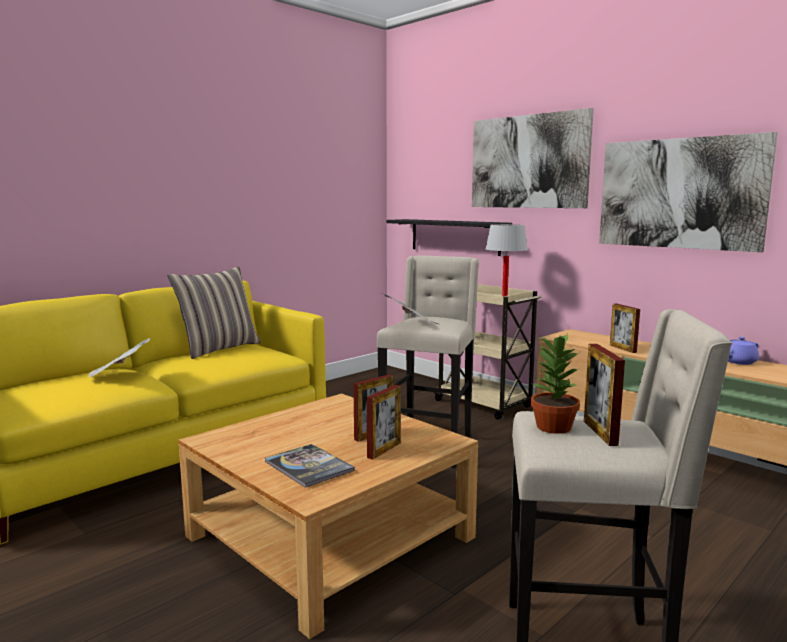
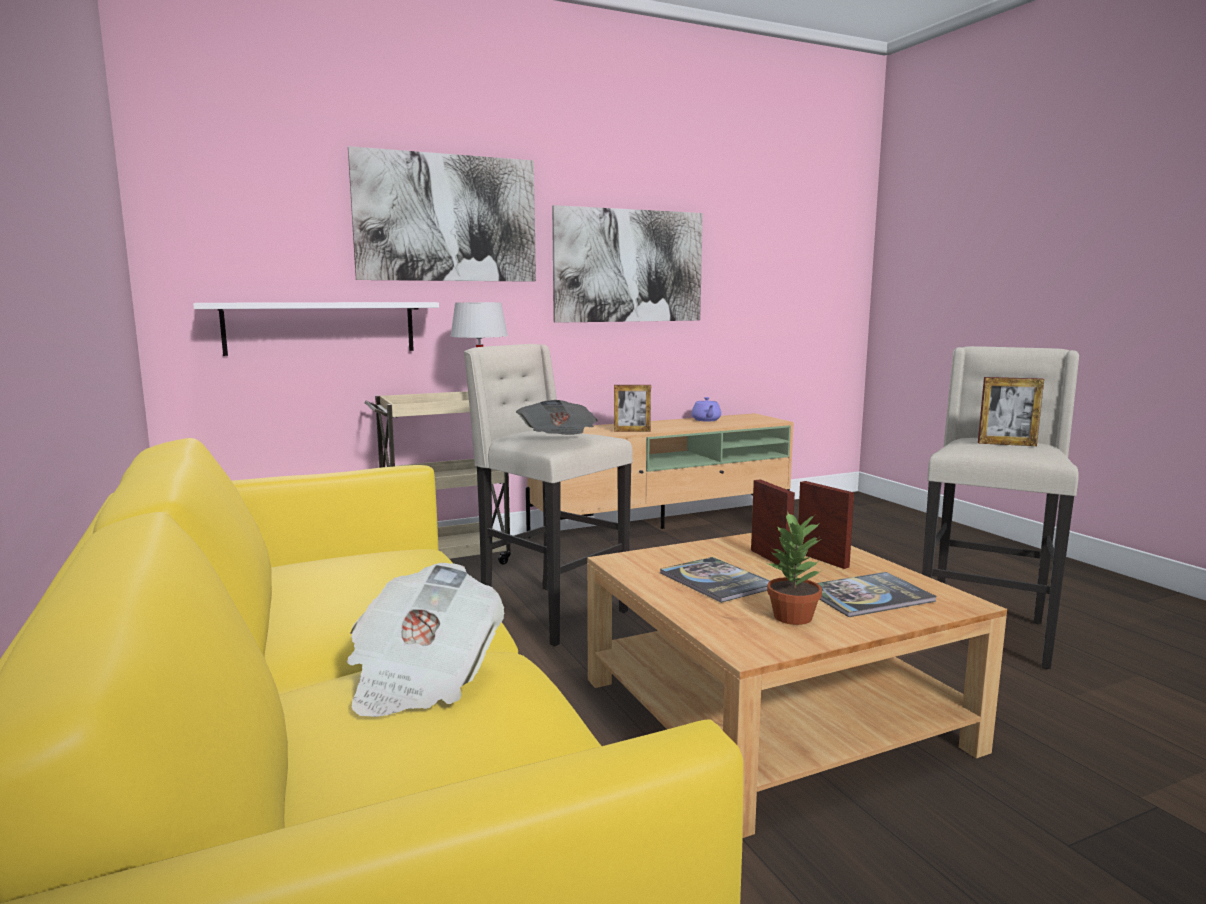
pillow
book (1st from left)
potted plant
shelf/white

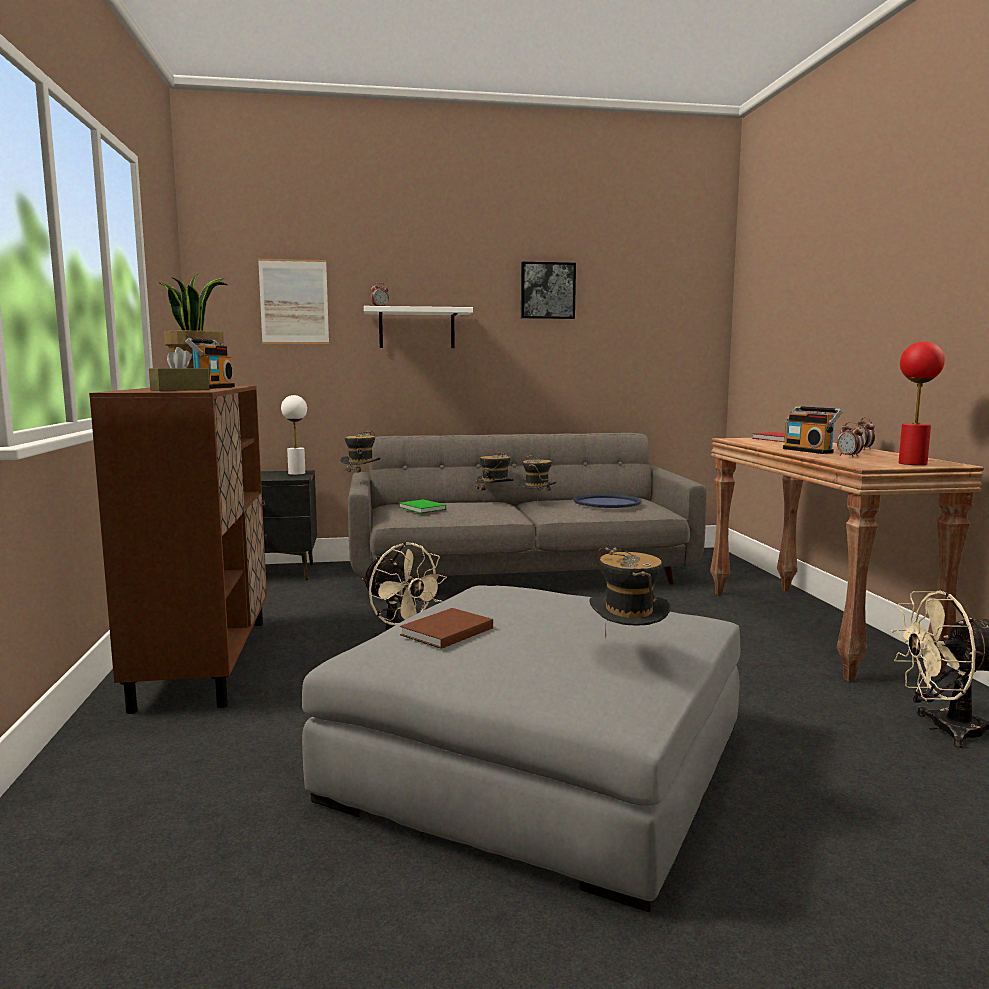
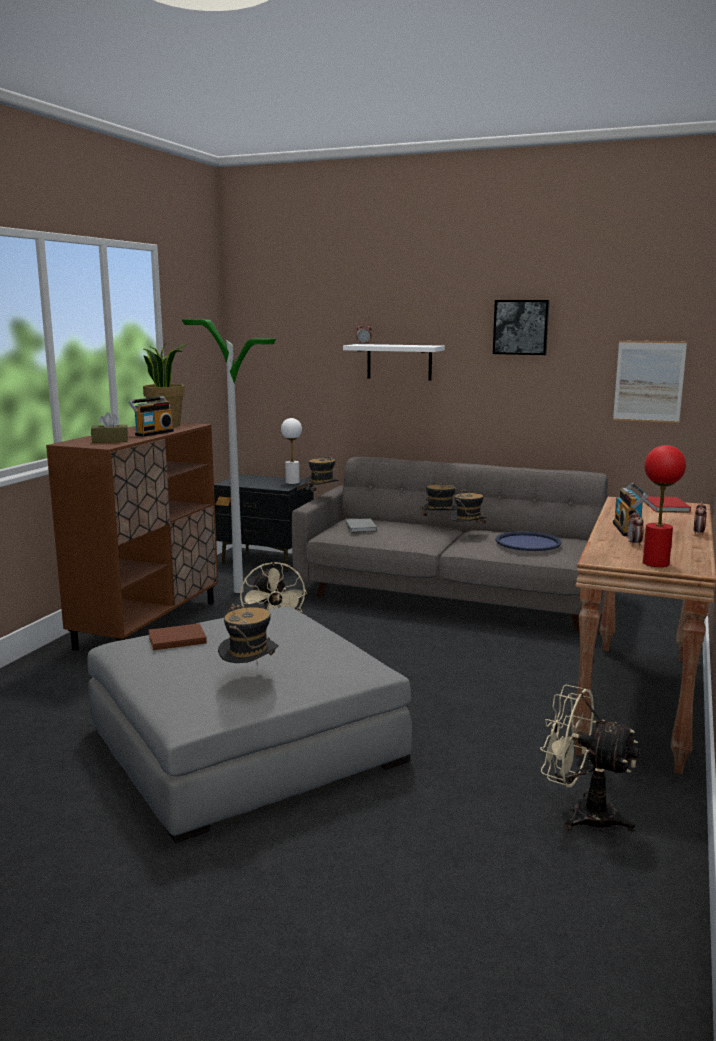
floor lamp
picture (2nd from left)
book/grey

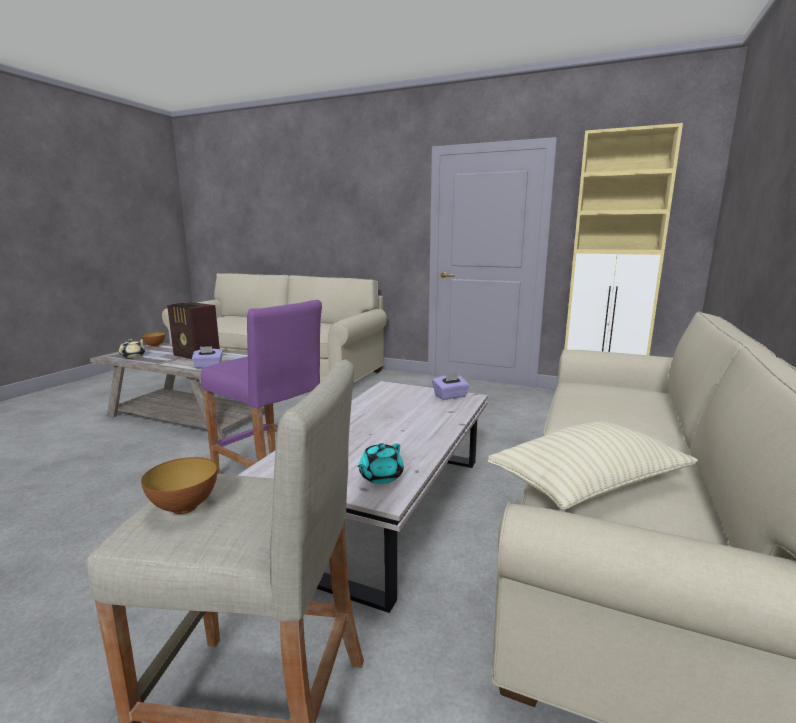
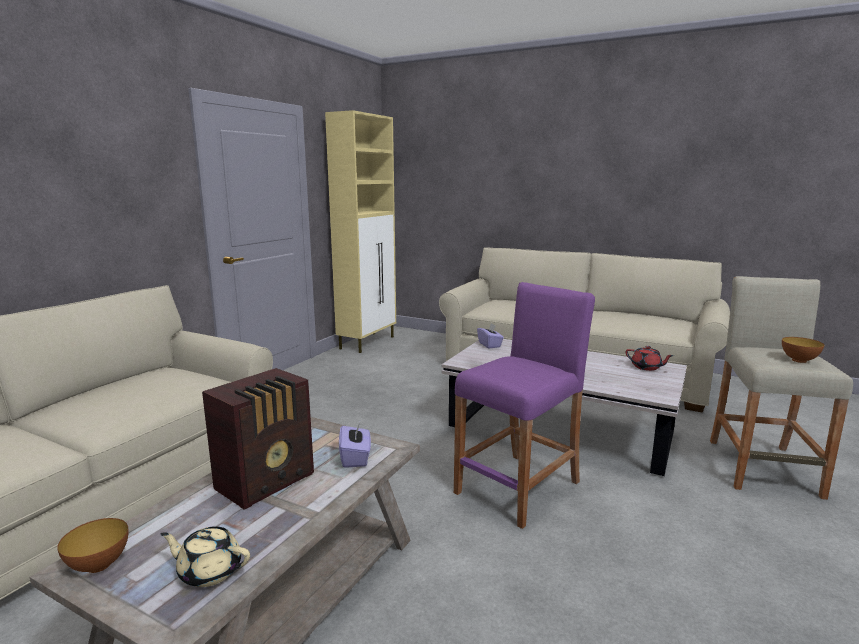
pillow/beige
teapot/red

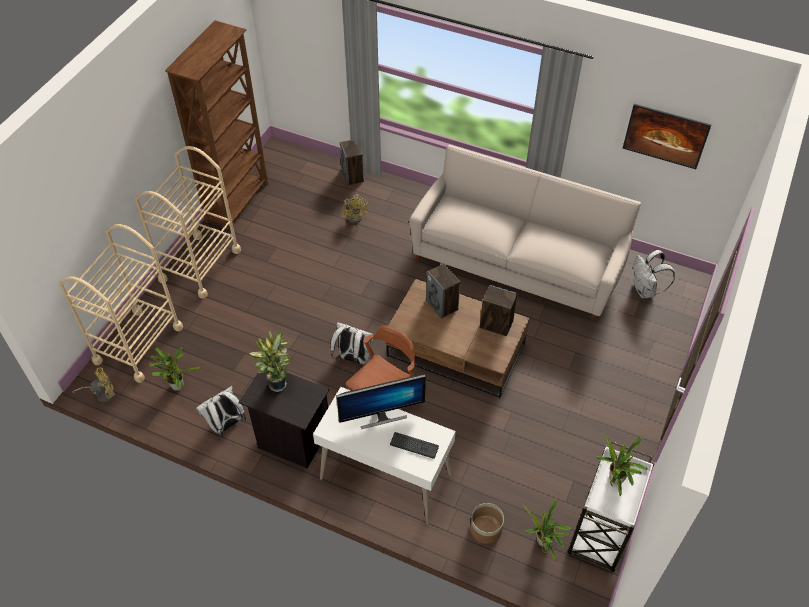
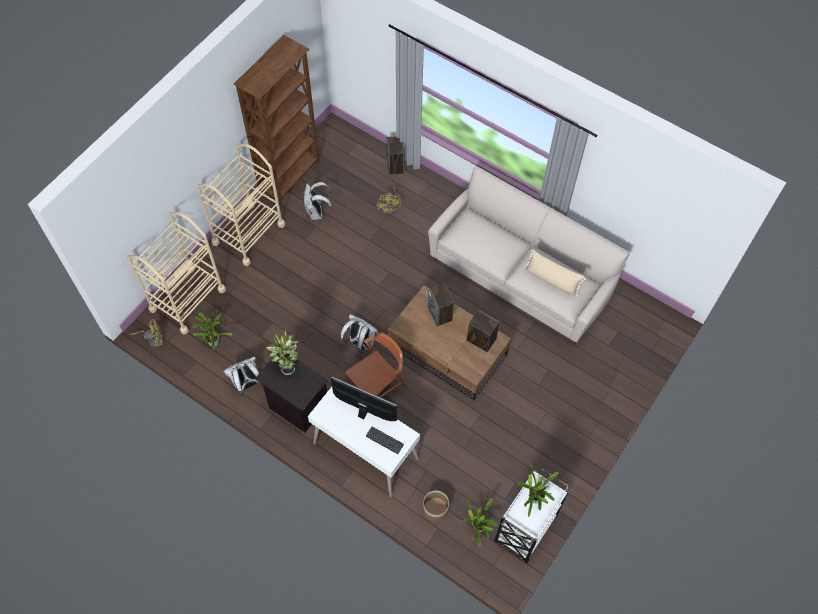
picture
pillow/beige
backpack/white (2nd from left)
monitor

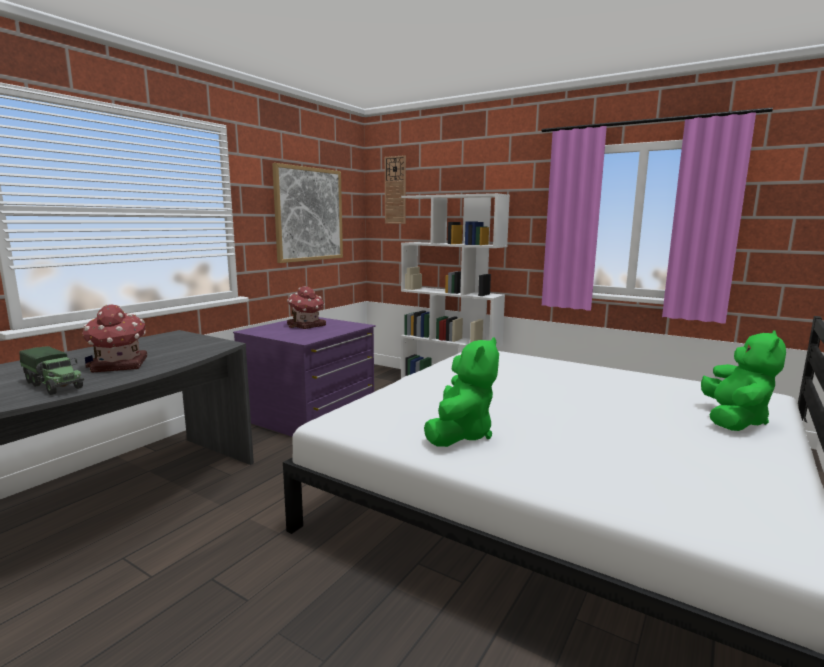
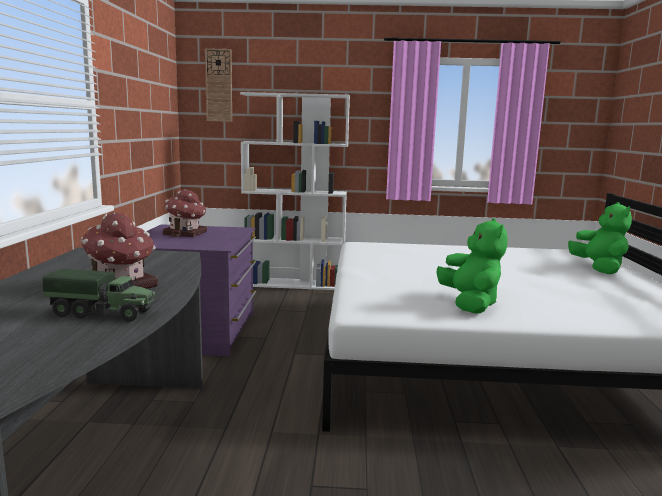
picture

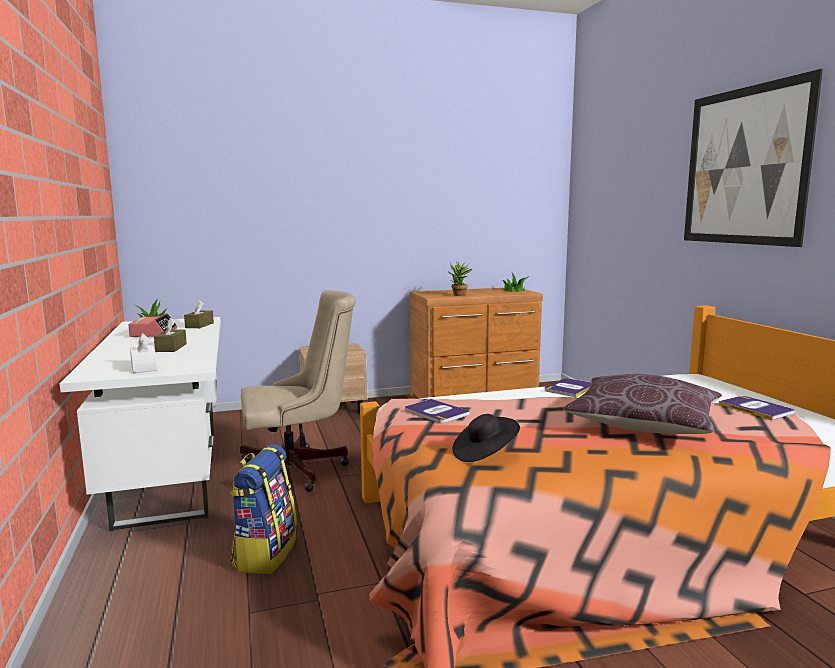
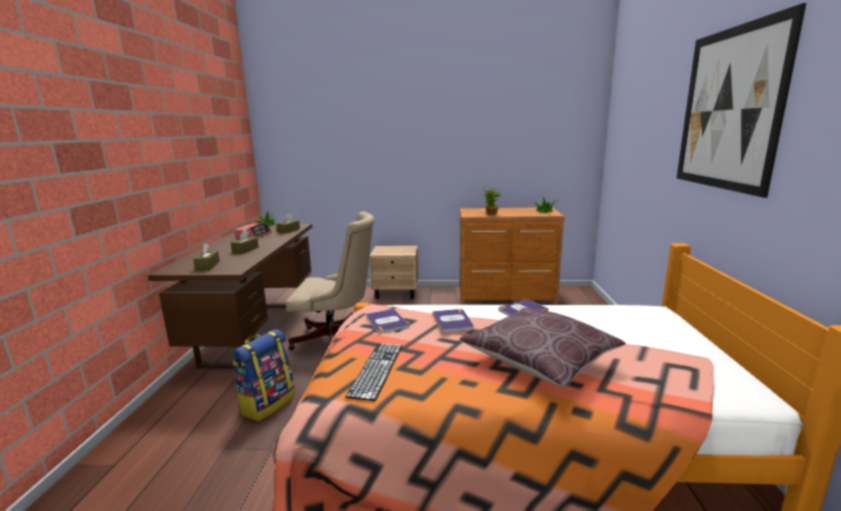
book (2nd from left)
keyboard
desk/brown
tissue box/brown (1st from left)

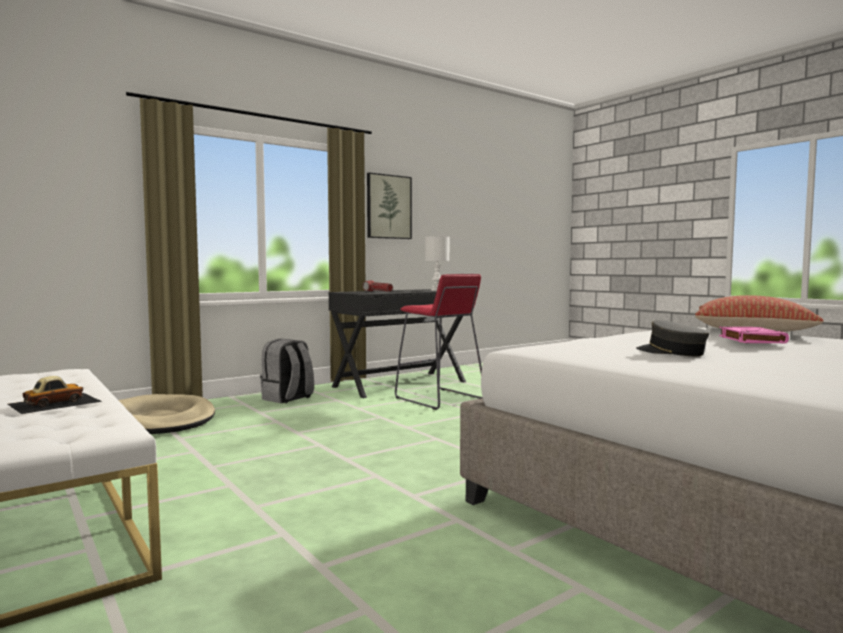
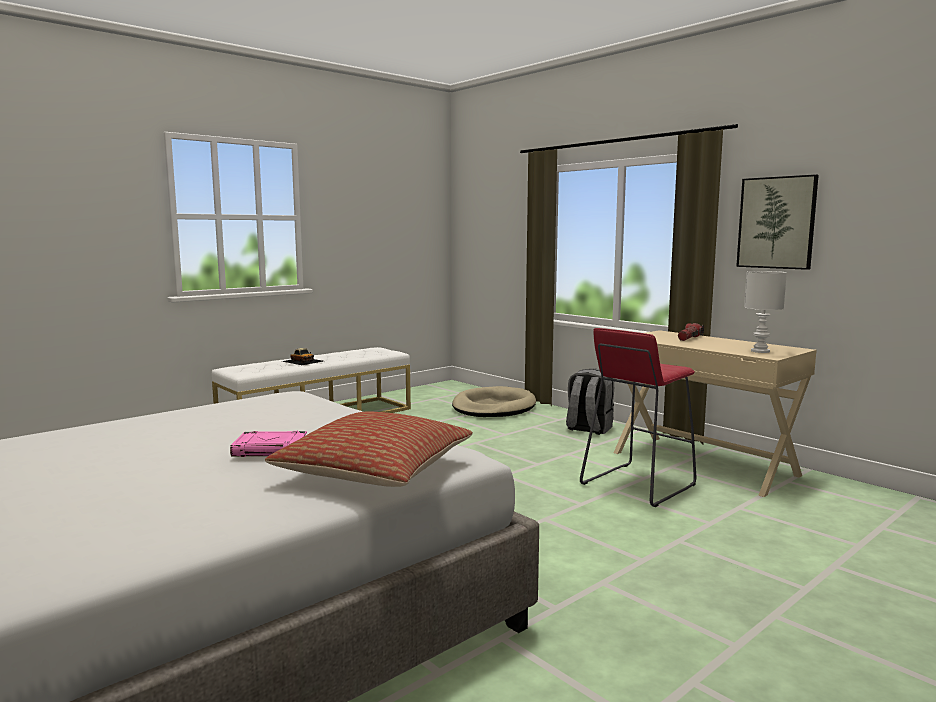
cap/grey
desk/beige

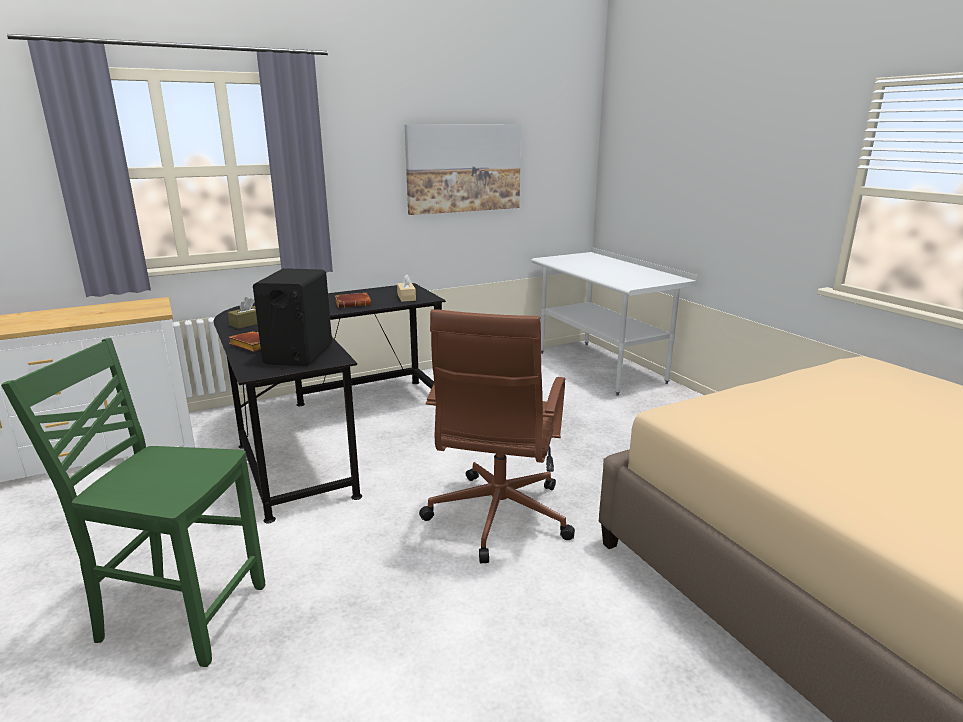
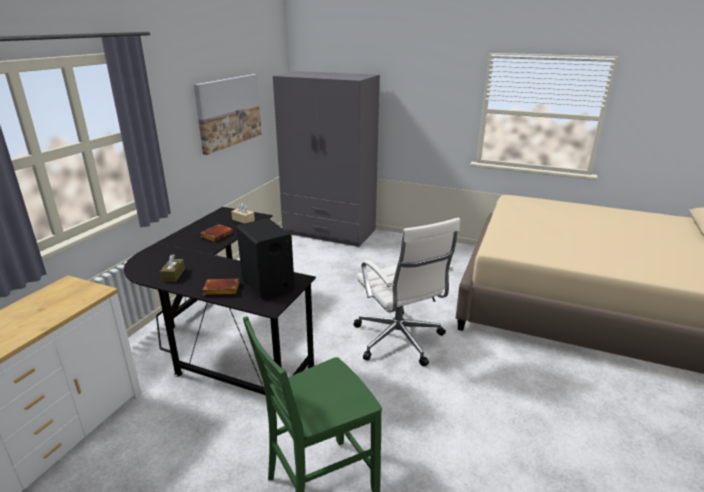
wardrobe/grey
office chair/white

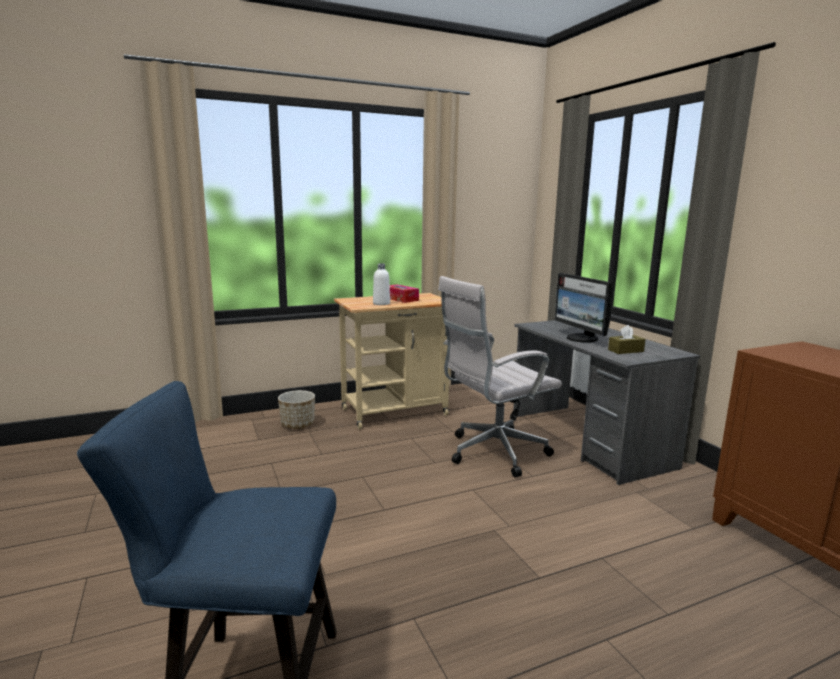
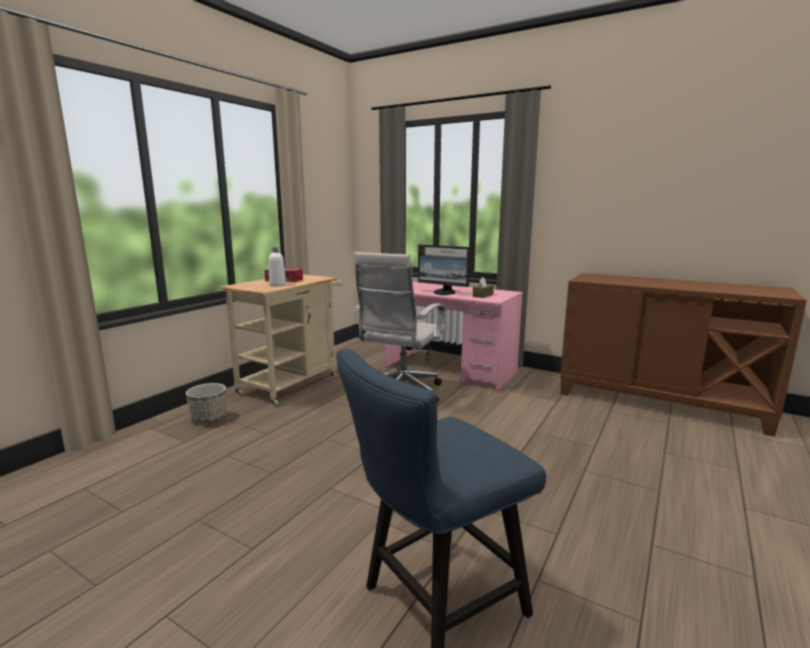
desk/pink

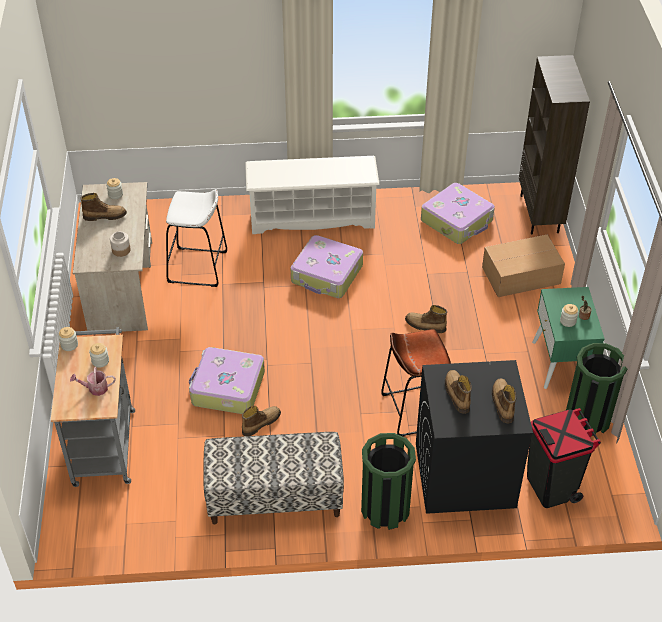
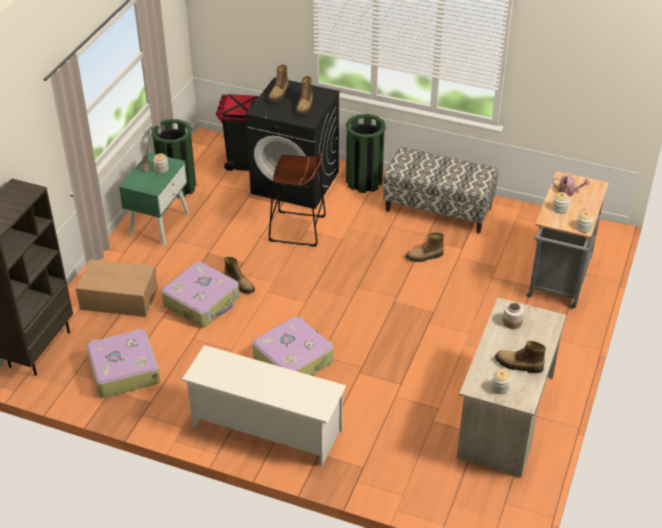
stool/white
suitcase (2nd from left)

